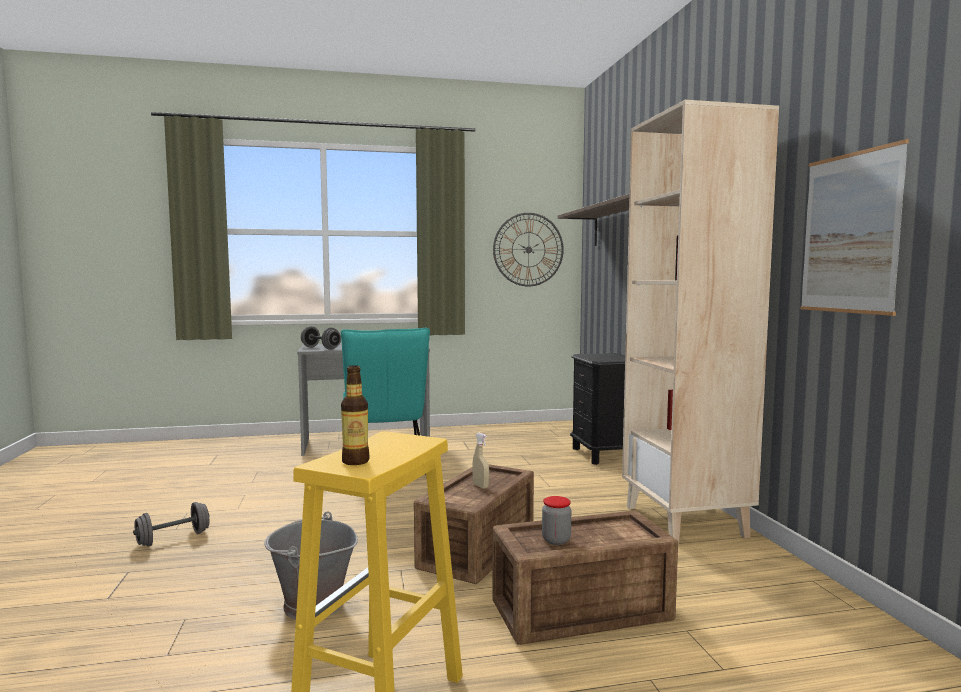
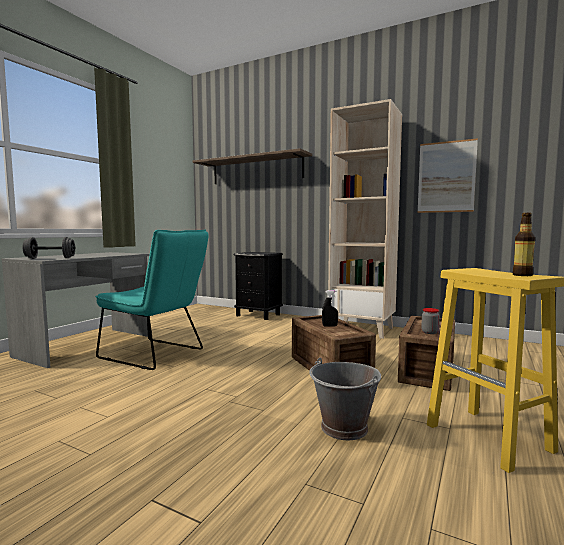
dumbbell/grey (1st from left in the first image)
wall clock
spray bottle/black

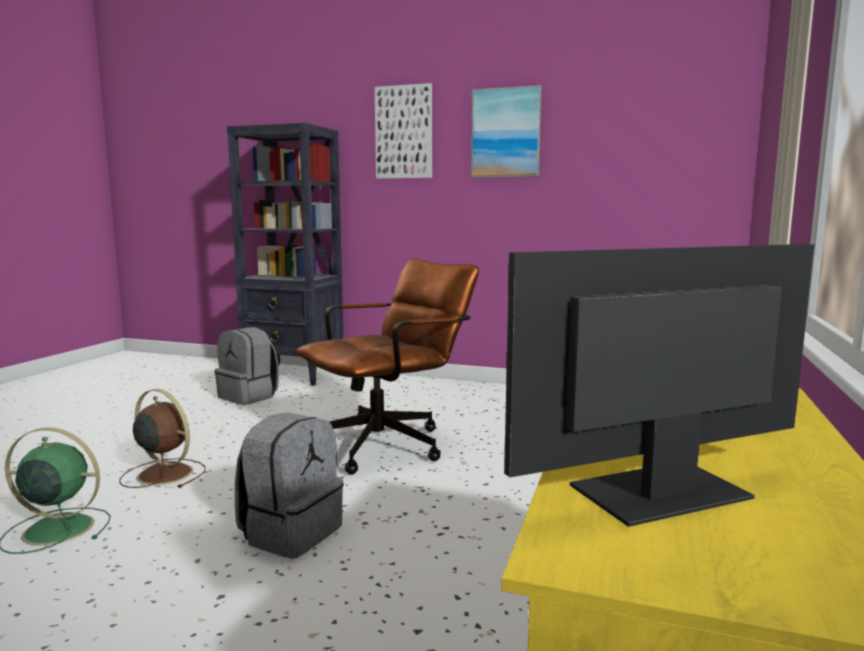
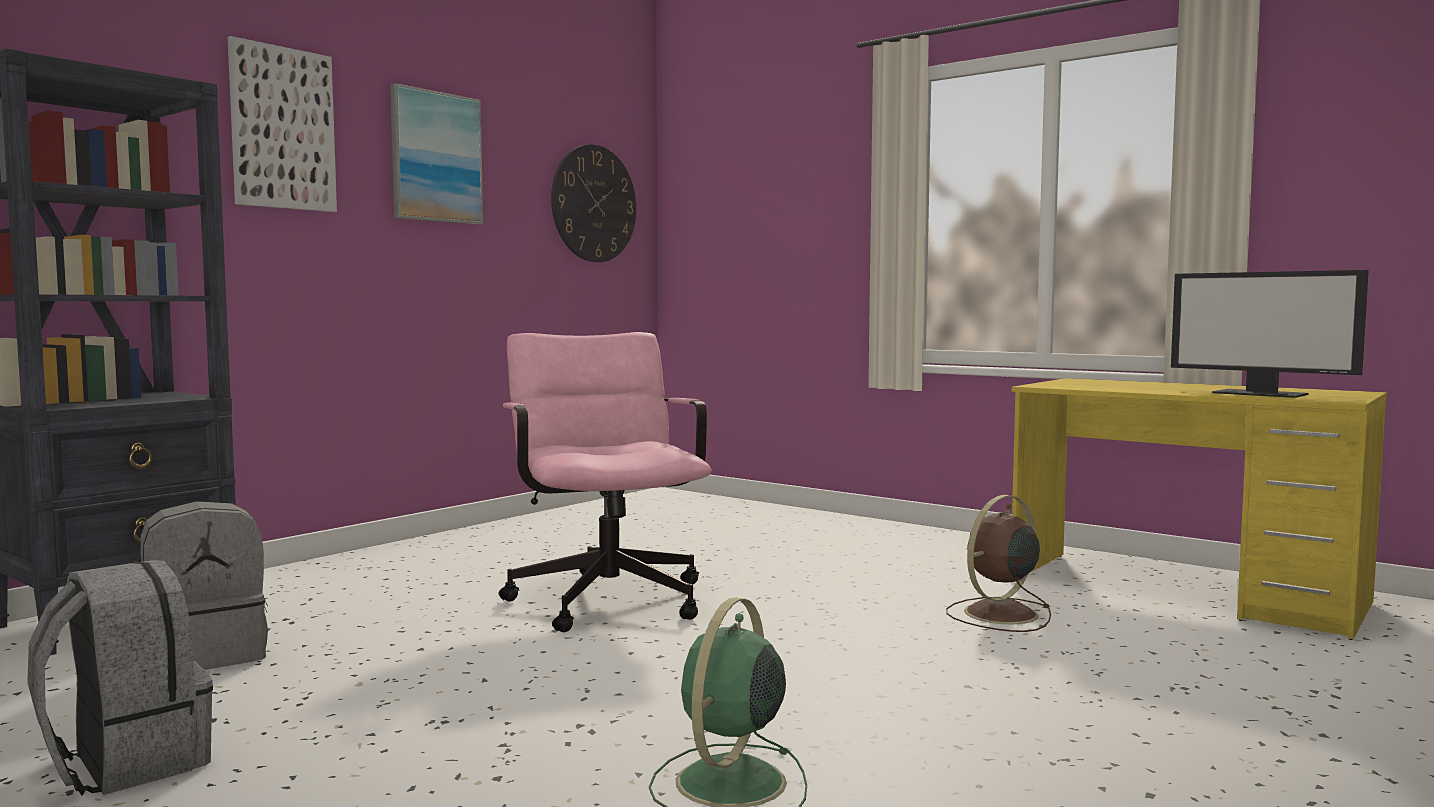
wall clock
fan/brown
backpack/grey (1st from left)
office chair/pink
monitor

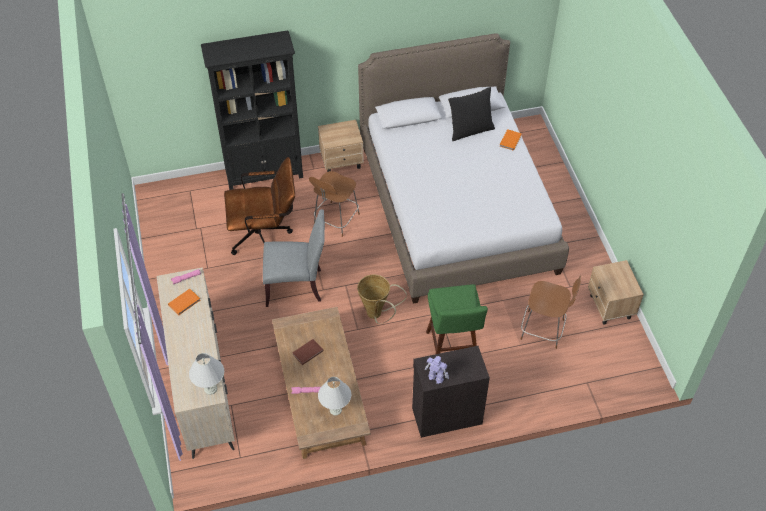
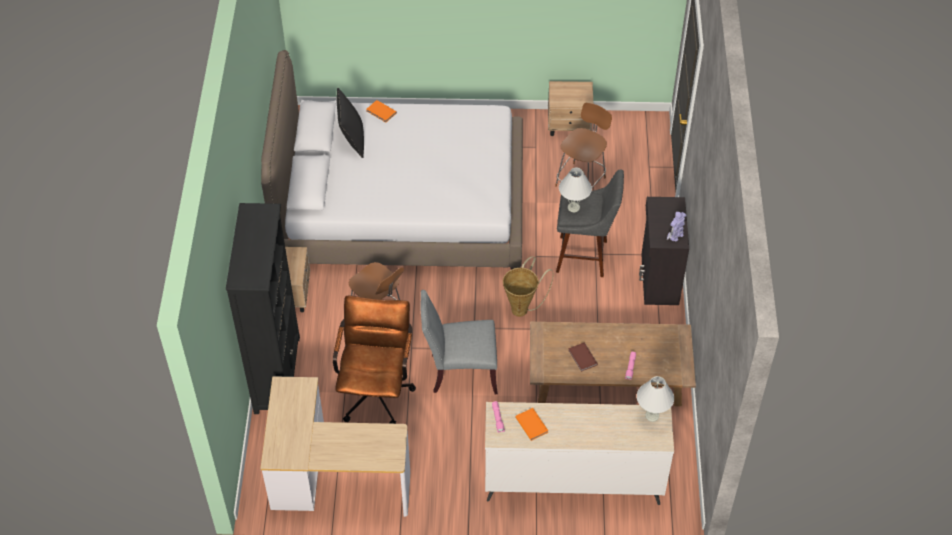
desk
table lamp/white (1st from left)
stool/grey
chair/grey

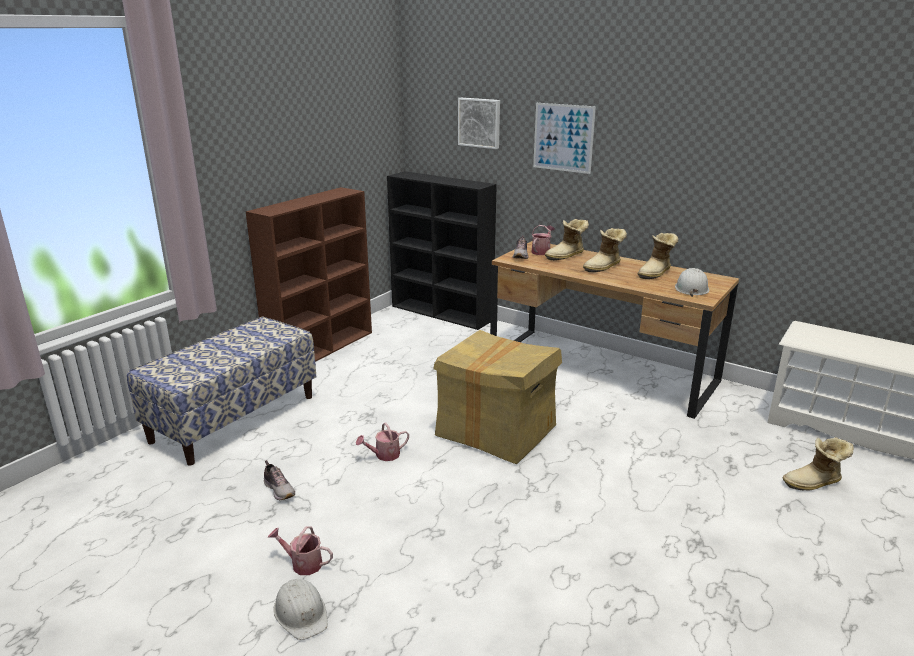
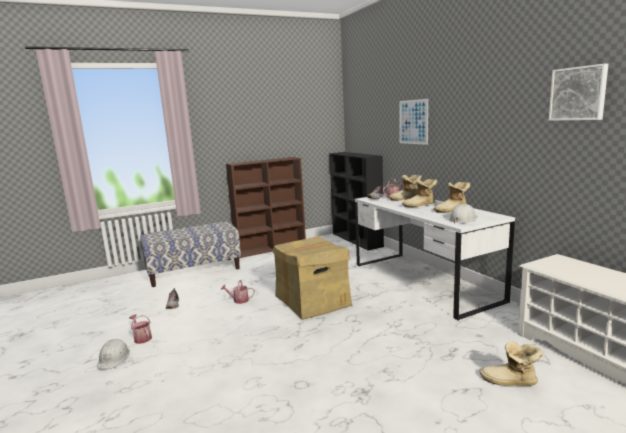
picture (2nd from left)
desk/white

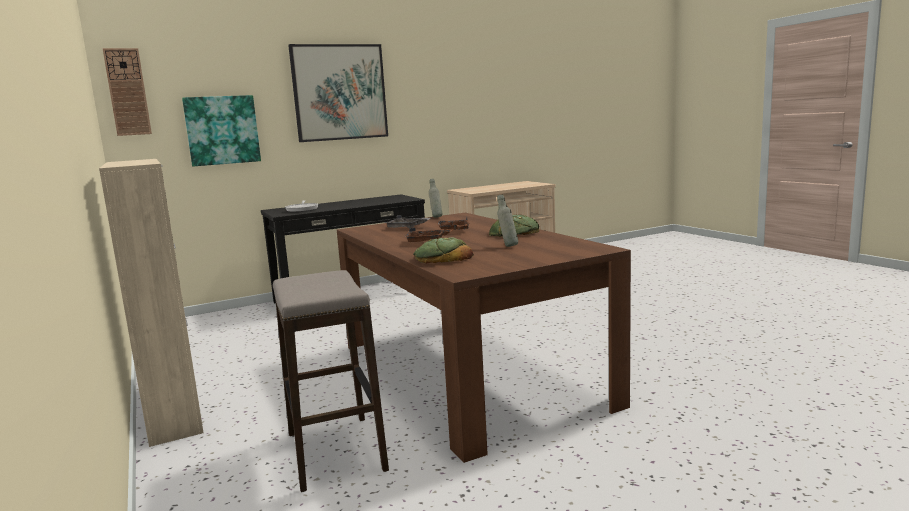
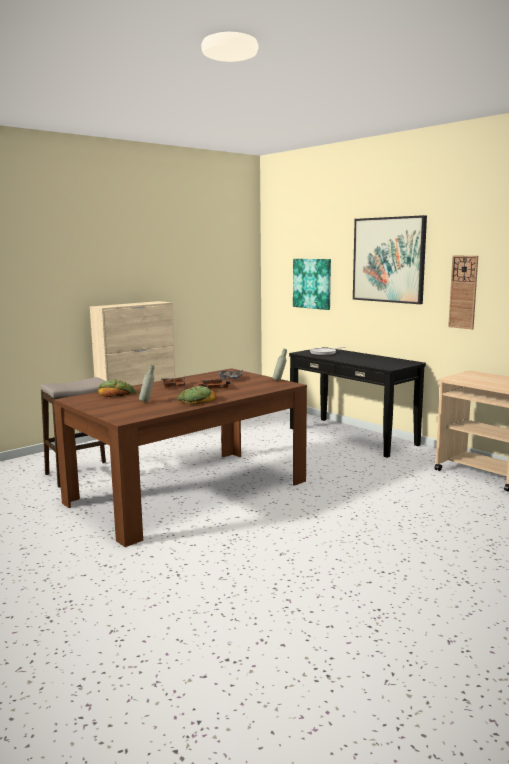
wall clock

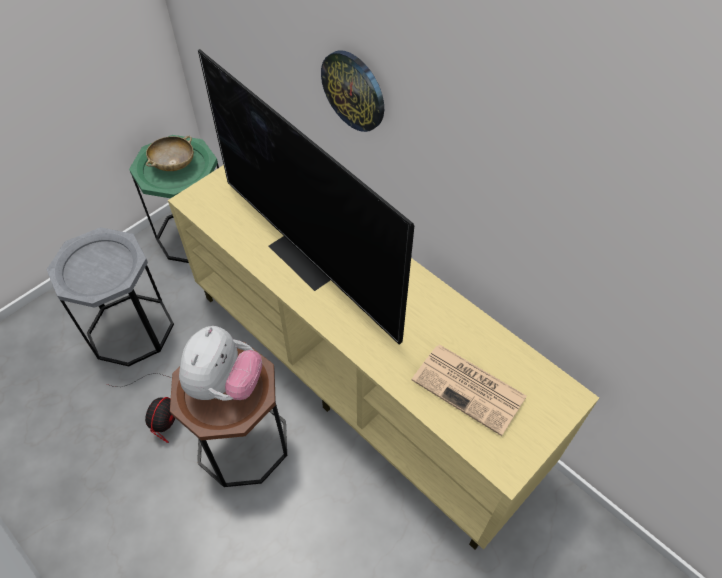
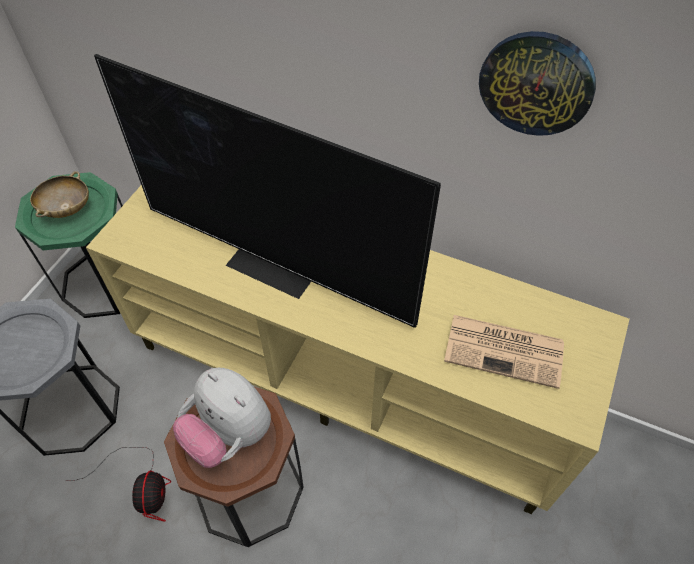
wall clock
plush toy

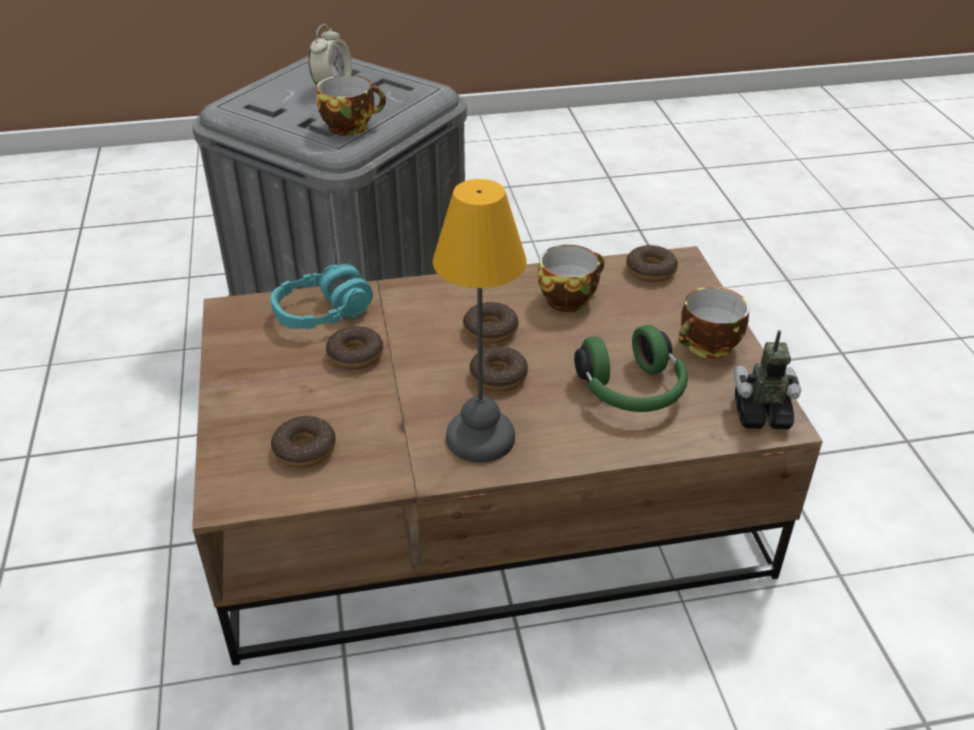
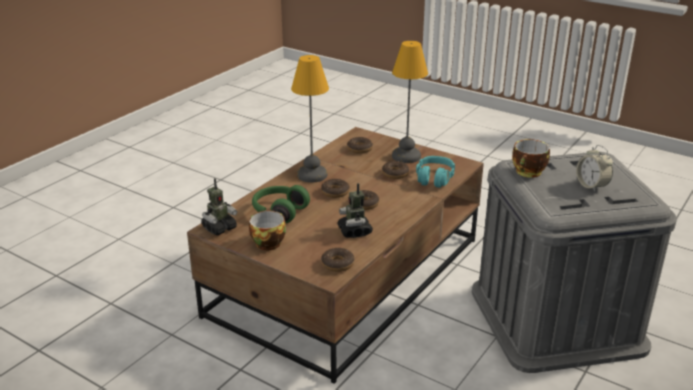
table lamp (2nd from left)
toy robot (2nd from left)

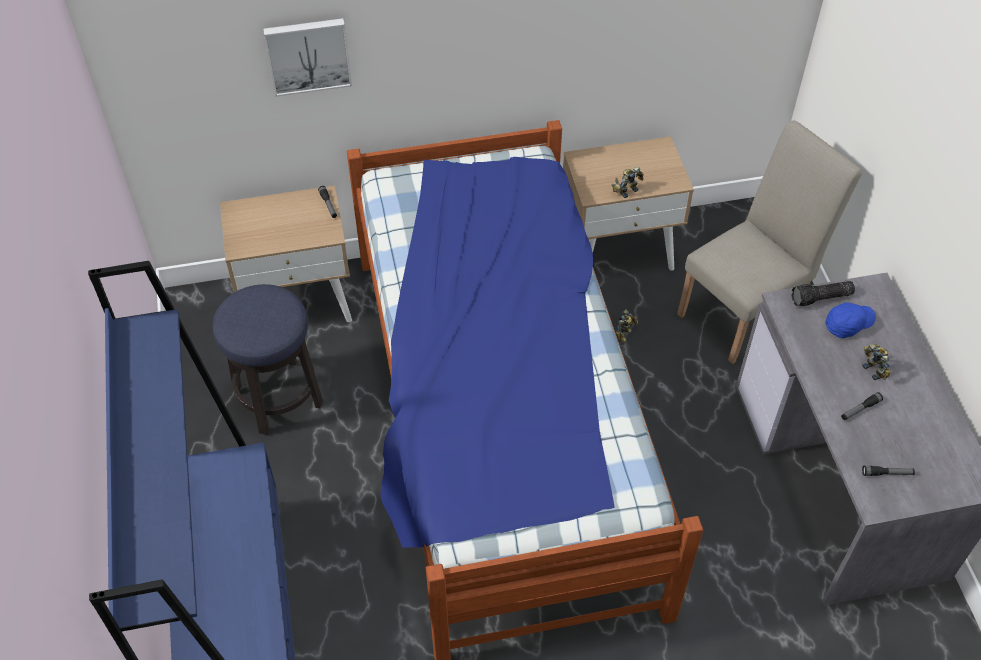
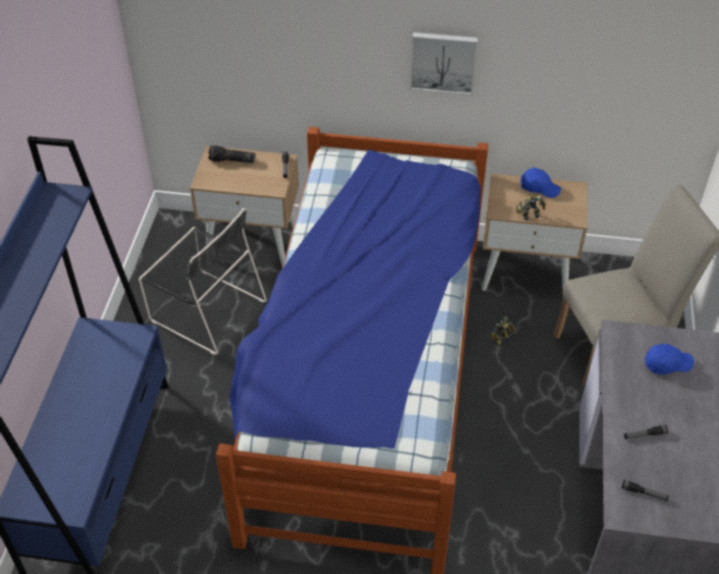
toy robot (3rd from left in the first image)
cap/blue (1st from left)
picture
flashlight (1st from left)
chair/black

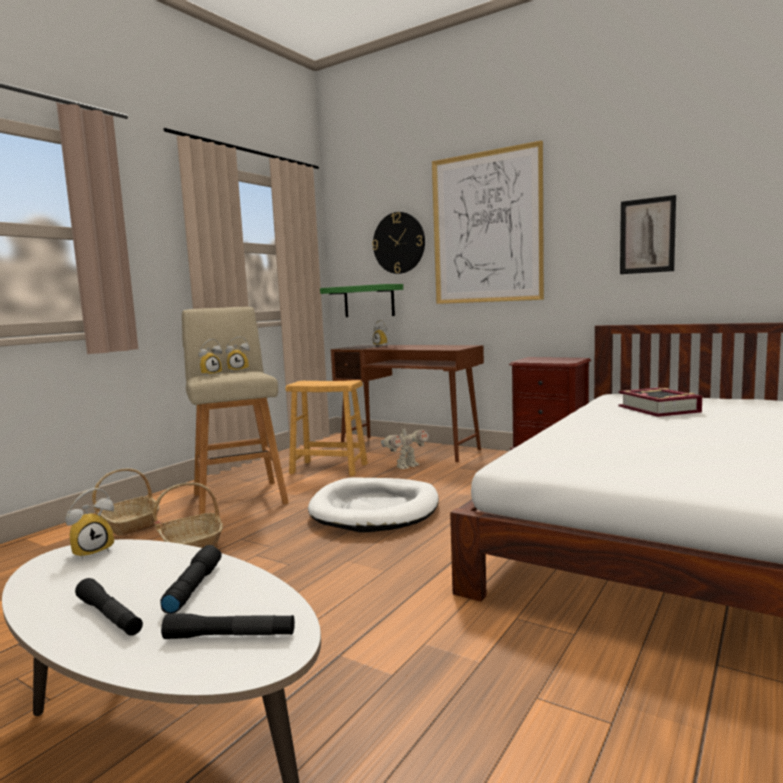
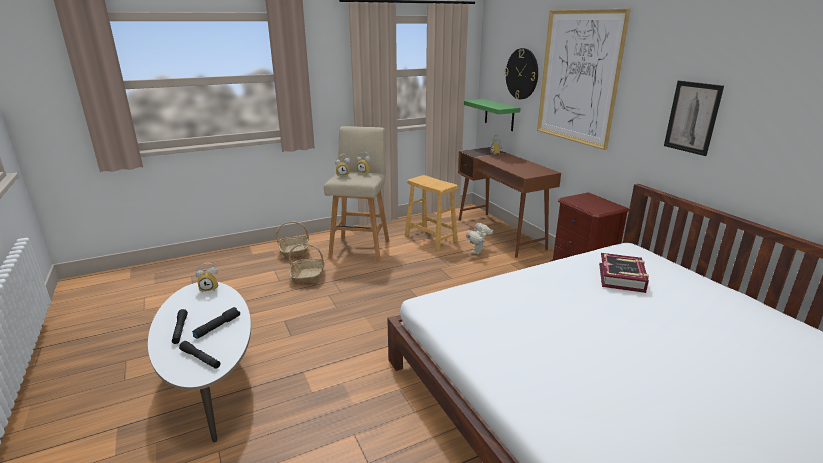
dog bed/white
toy robot

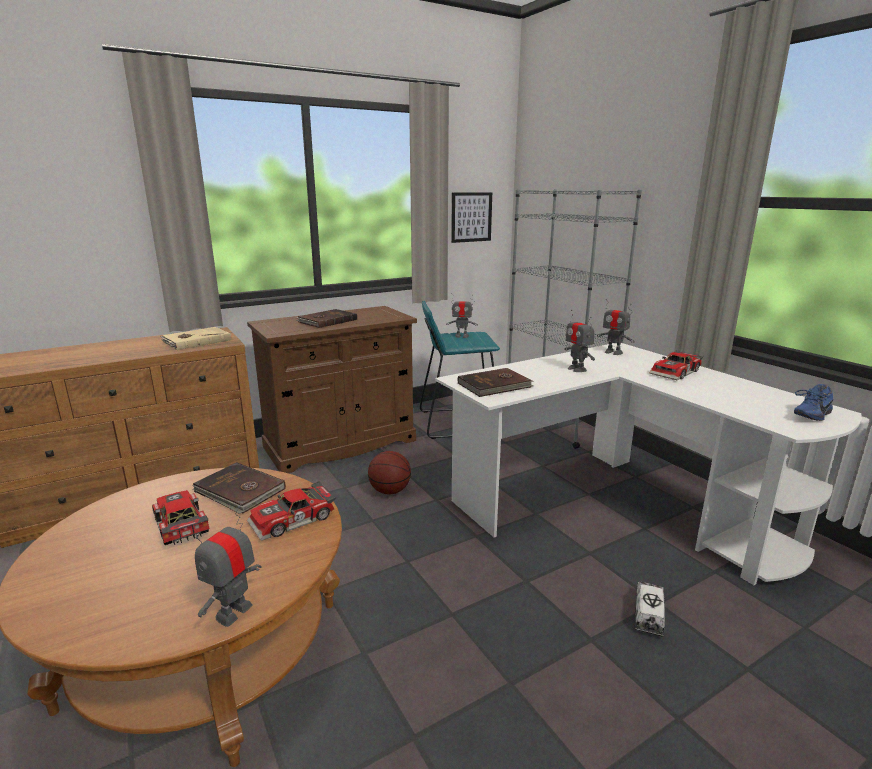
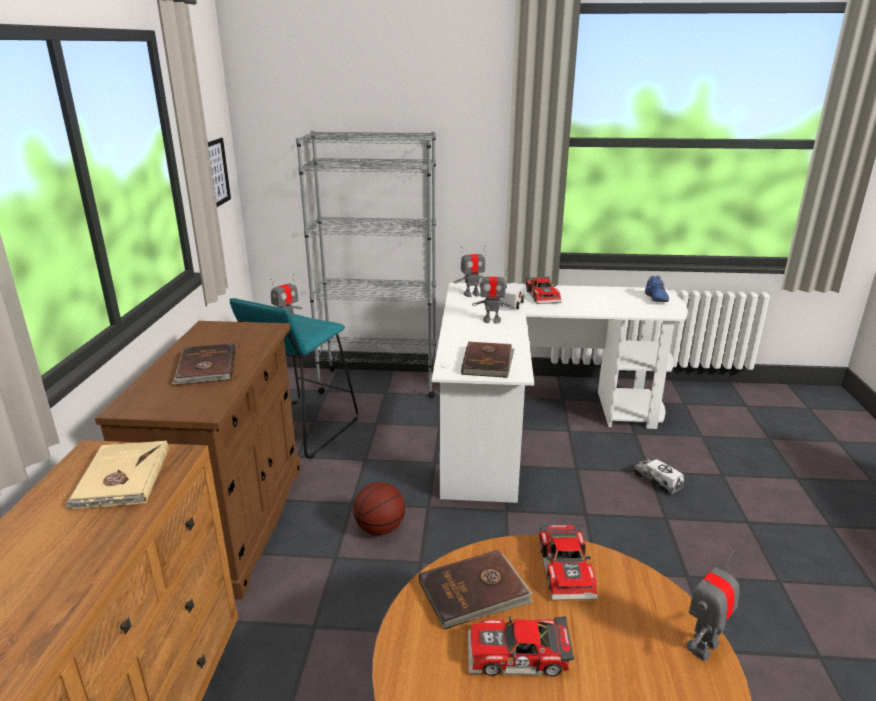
toy truck (1st from left)
toy robot (4th from left)

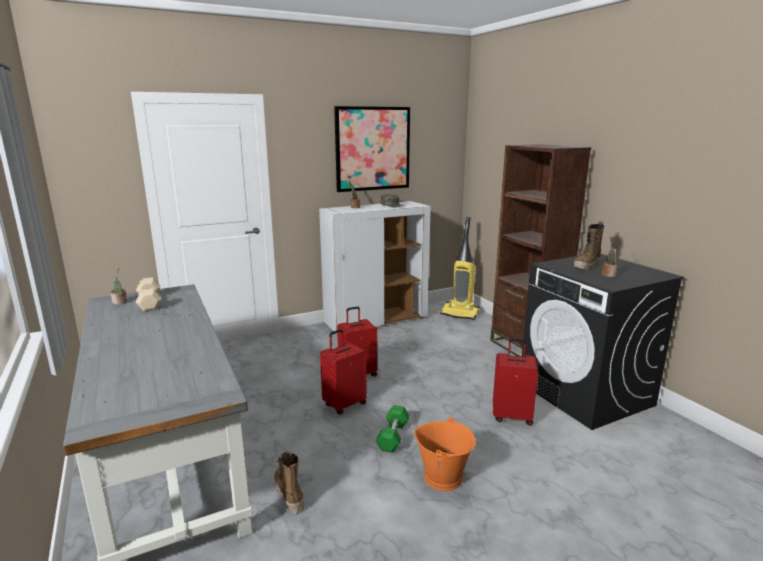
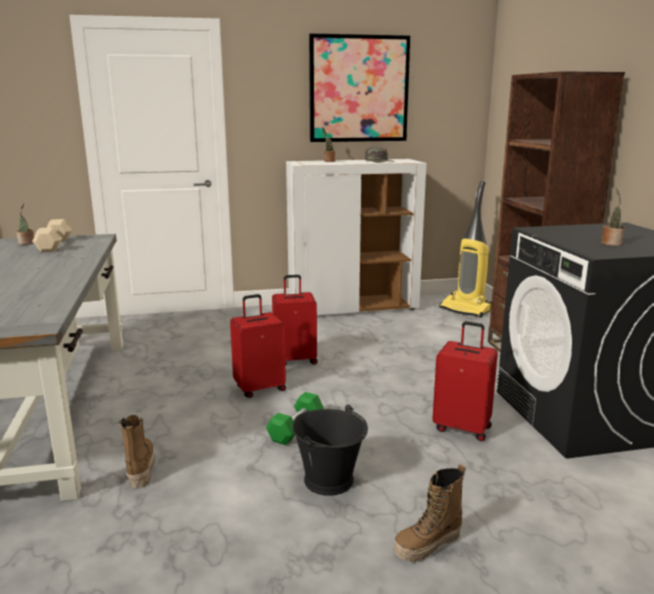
boot (2nd from left)
bucket/black

